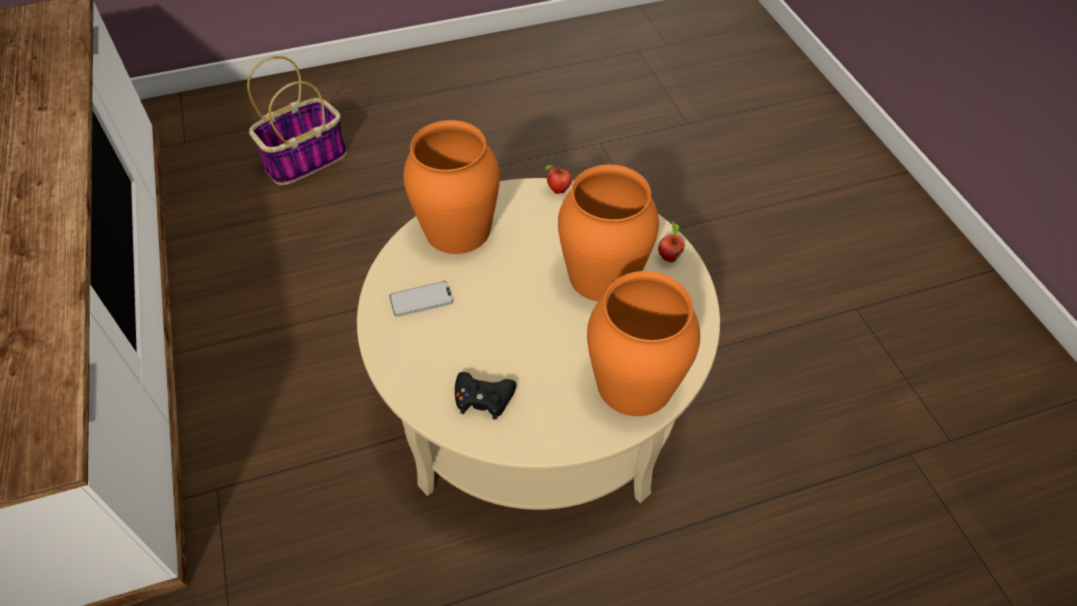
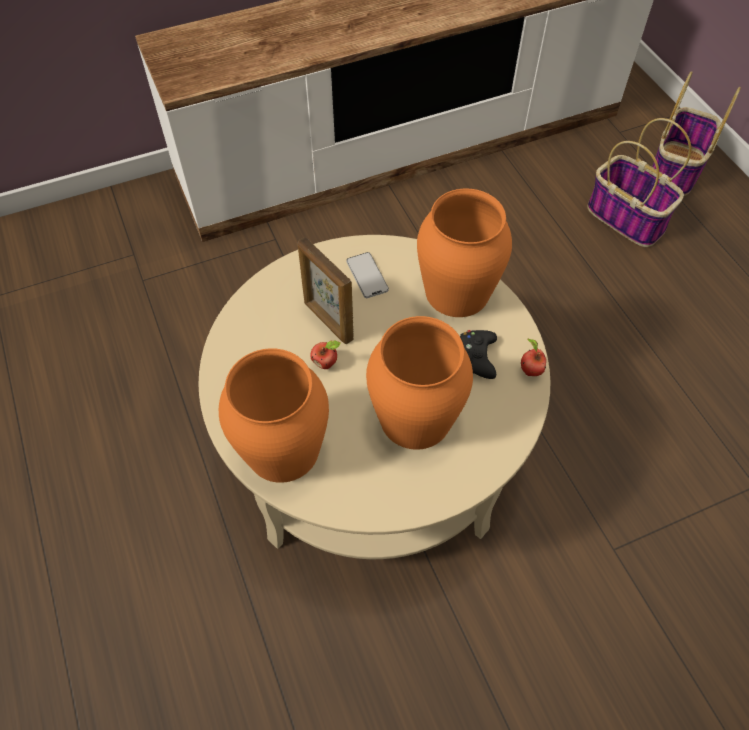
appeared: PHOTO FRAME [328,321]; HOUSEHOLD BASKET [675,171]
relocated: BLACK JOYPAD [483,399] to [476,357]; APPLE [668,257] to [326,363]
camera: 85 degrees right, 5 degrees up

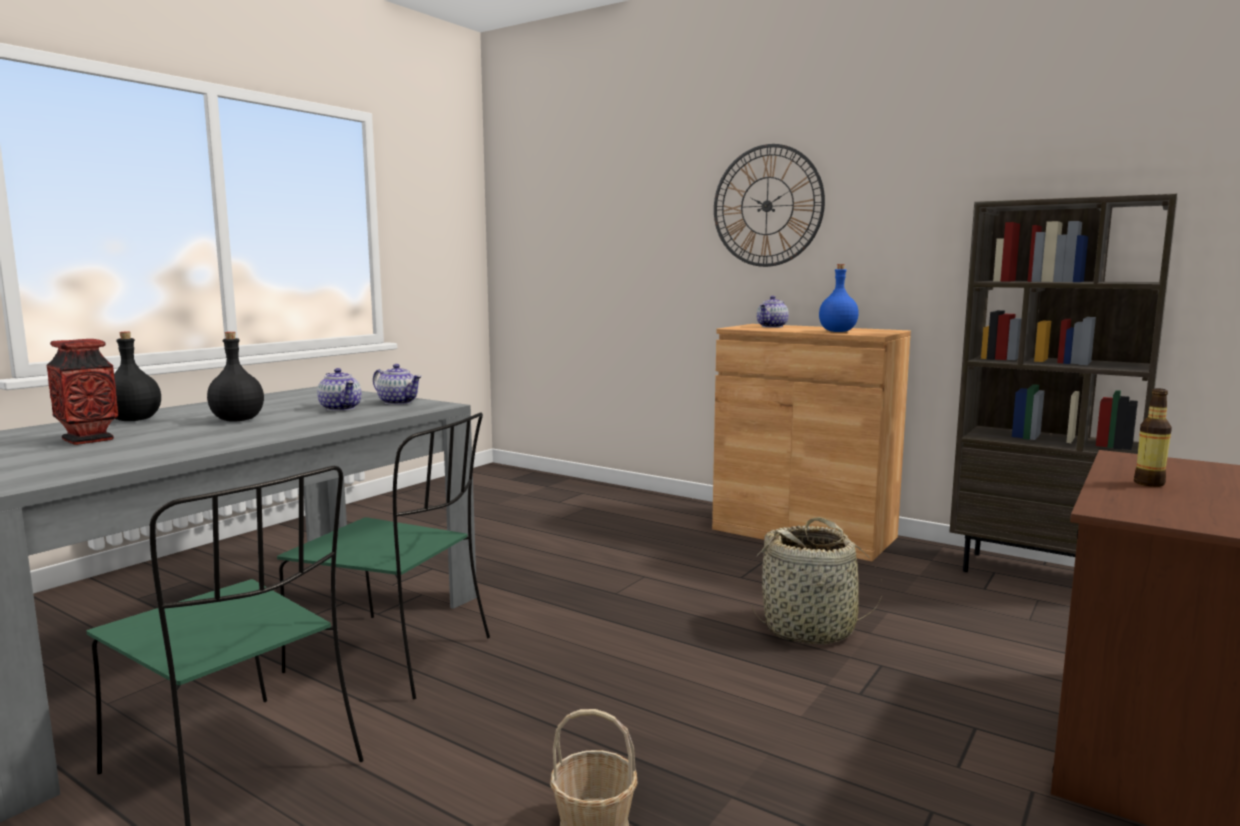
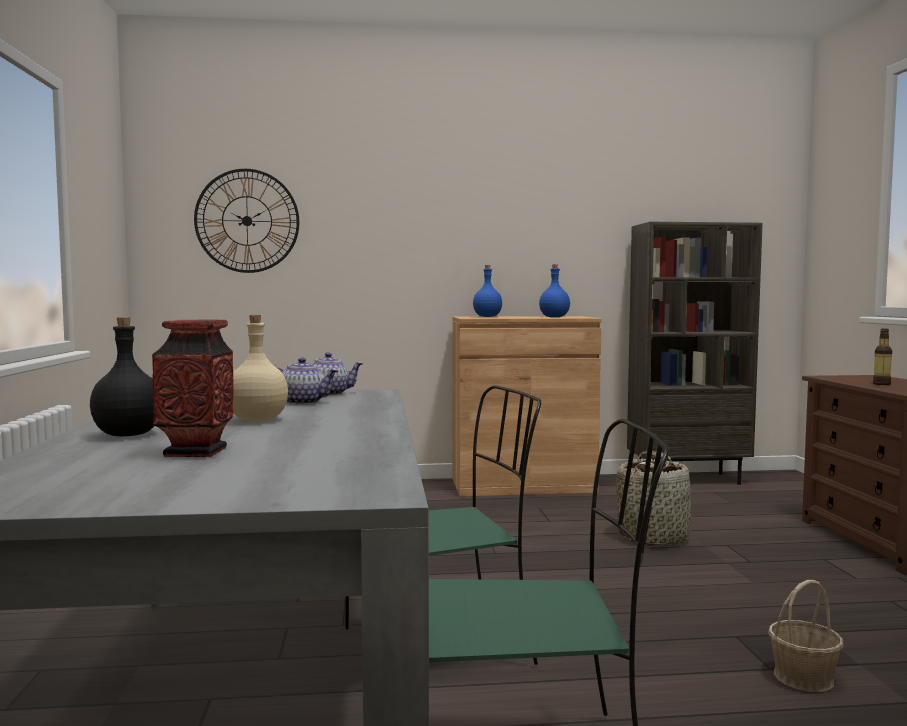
relocated: HANGING CLOCK [767,206] to [247,221]
exchanged: TEA POT [772,326] to BLUE DRINK BOTTLE [487,316]
colour: BLACK DRINK BOTTLE [237,420] to BEIGE-COLOURED DRINK BOTTLE [257,420]
camera: 40 degrees left, 5 degrees down

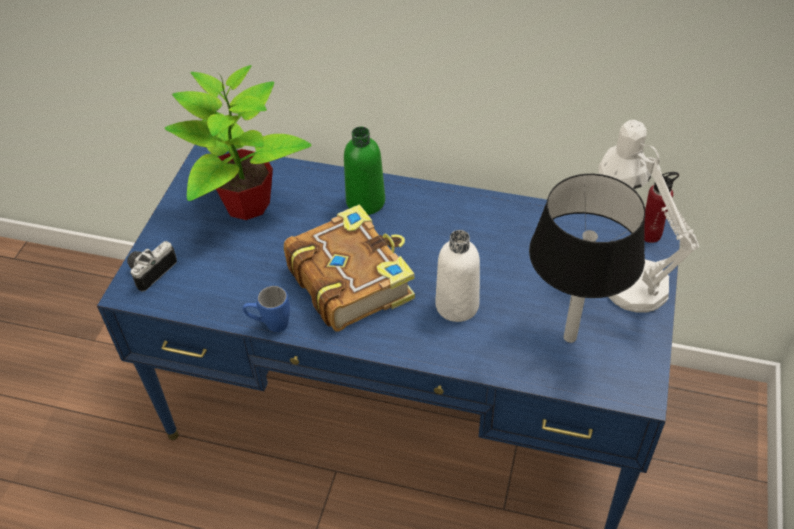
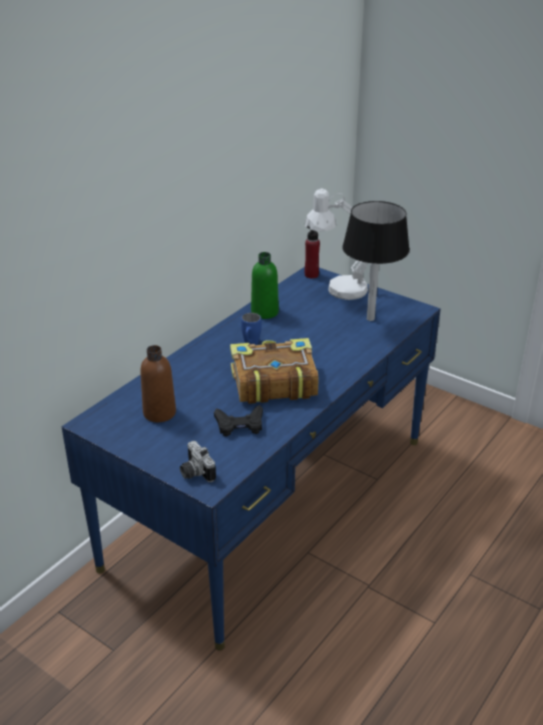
missing: WHITISH DRINK BOTTLE [457,305]
appeared: BLACK JOYPAD [239,425]
relocated: BLUE COFFEE MUG [270,325] to [250,344]; GREEN-COLOURED DRINK BOTTLE [365,202] to [264,312]
exchanged: POTTED PLANT [245,204] to BROWN-COLOURED DRINK BOTTLE [159,413]
camera: 70 degrees left, 15 degrees down

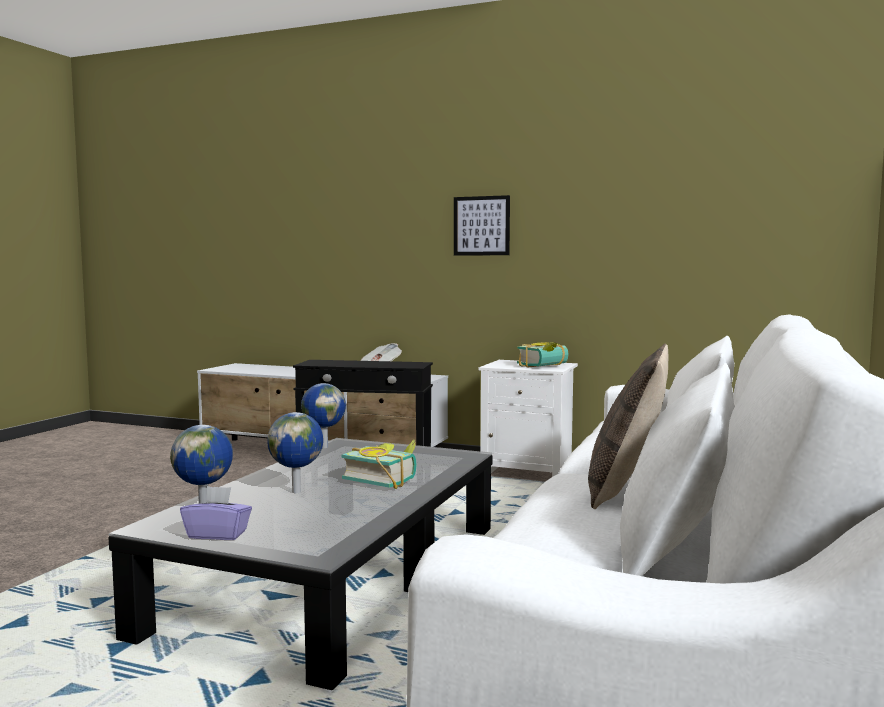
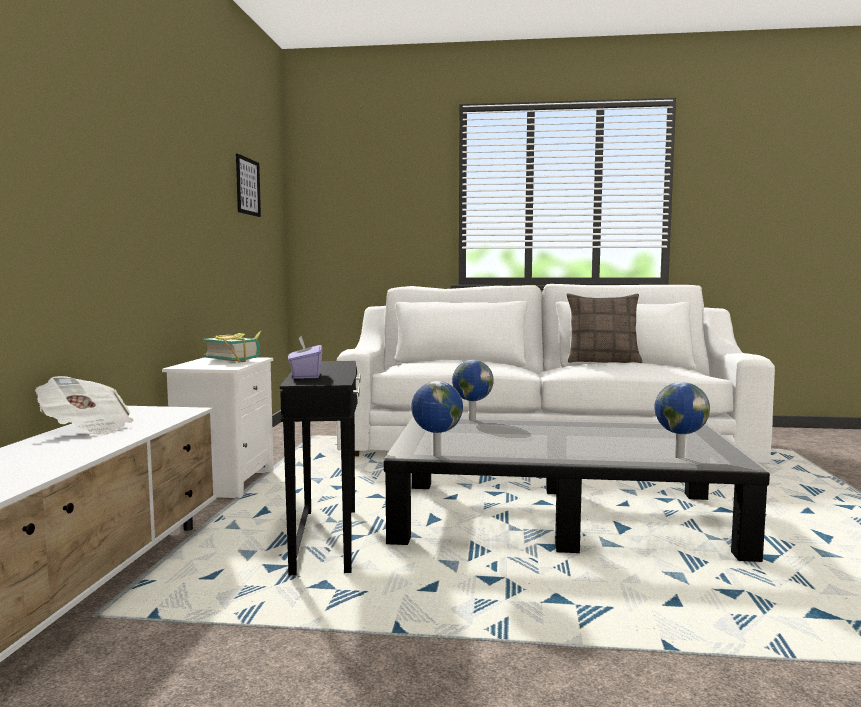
missing: VOLUME [383,480]
relocated: PURPLE TISSUE HOLDER [217,534] to [305,376]; GLOBE [297,491] to [471,419]; PICTURE [481,226] to [247,186]
camera: 105 degrees left, 0 degrees up

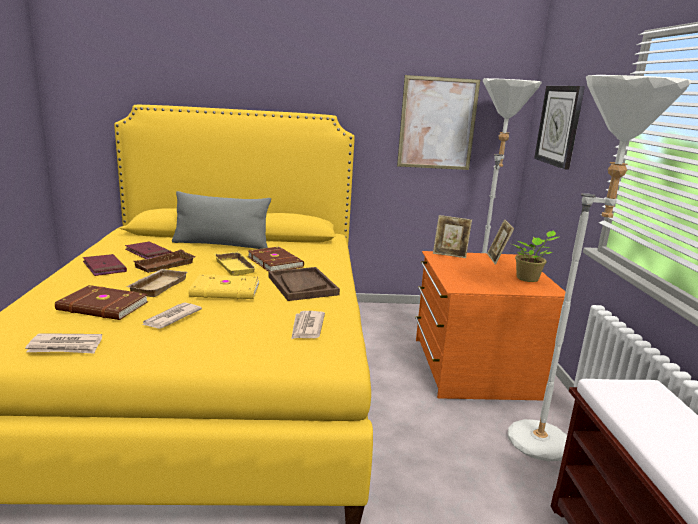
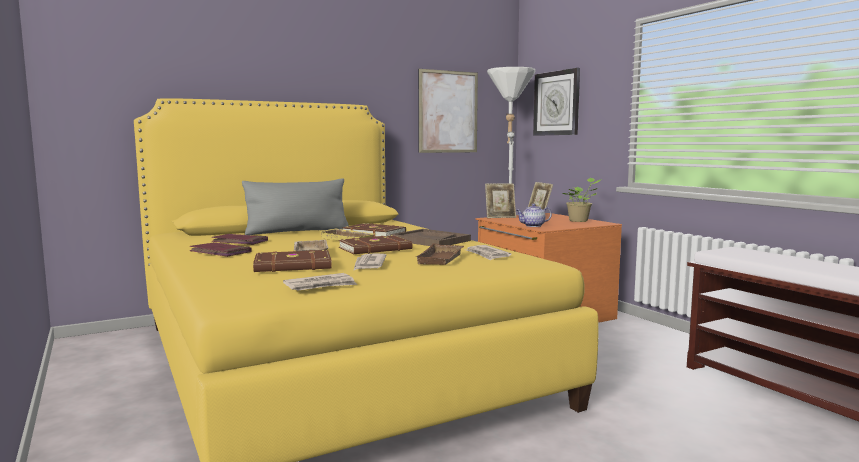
missing: WHITISH FLOOR LAMP [553,443]
appeared: TEA POT [533,226]
relocated: BROWN-COLOURED SERVING TRAY [165,266] to [442,259]
colour: YELLOWISH VOLUME [225,291] to BROWN-COLOURED VOLUME [376,249]
camera: 25 degrees left, 10 degrees down

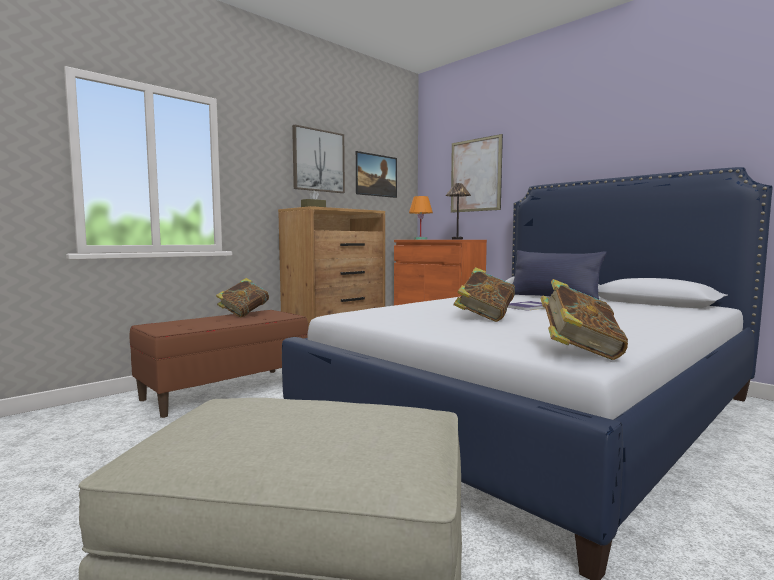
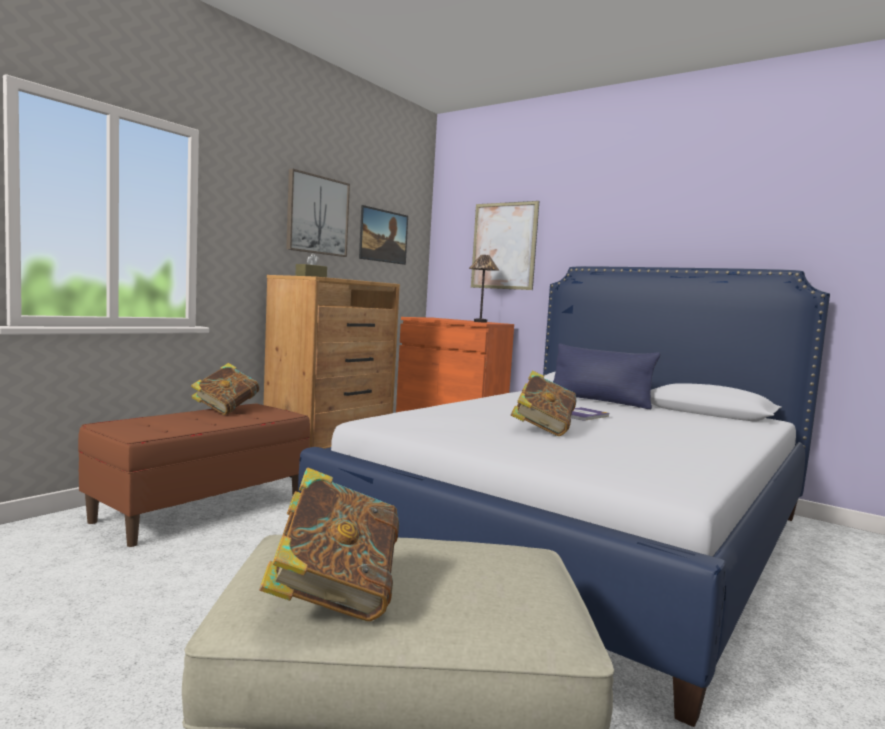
missing: ORANGE-COLOURED TABLE LAMP [420,239]
relocated: VOLUME [579,352] to [333,596]
camera: 10 degrees left, 0 degrees up

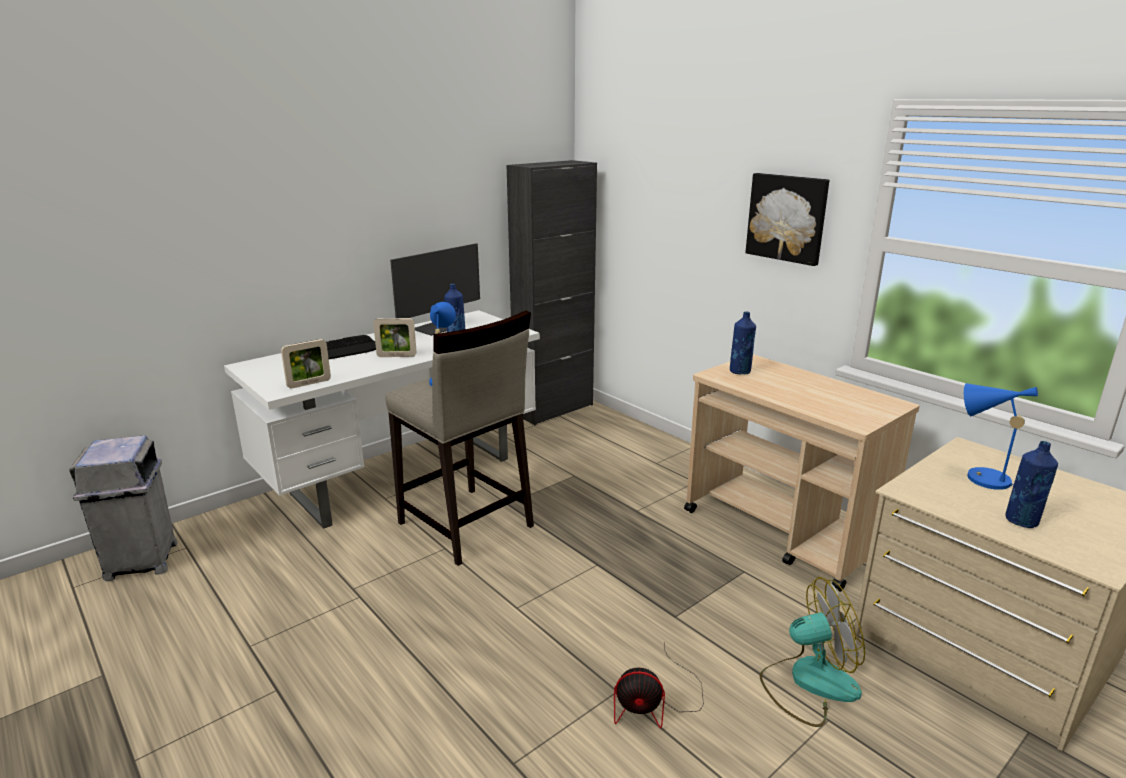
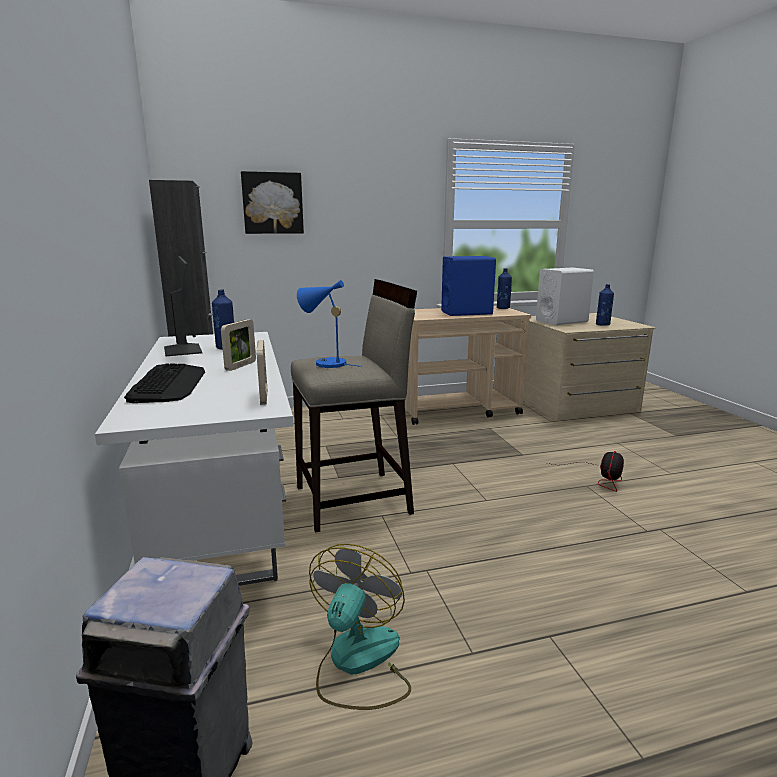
appeared: BLUE SPEAKER [466,313]
relocated: BLUE DRINK BOTTLE [740,372] to [503,308]; PICTURE [787,218] to [272,203]; ELECTRIC FAN [809,683] to [358,663]
exchanged: BLUE TABLE LAMP [981,478] to WHITISH SPEAKER [561,321]
camera: 65 degrees left, 5 degrees down

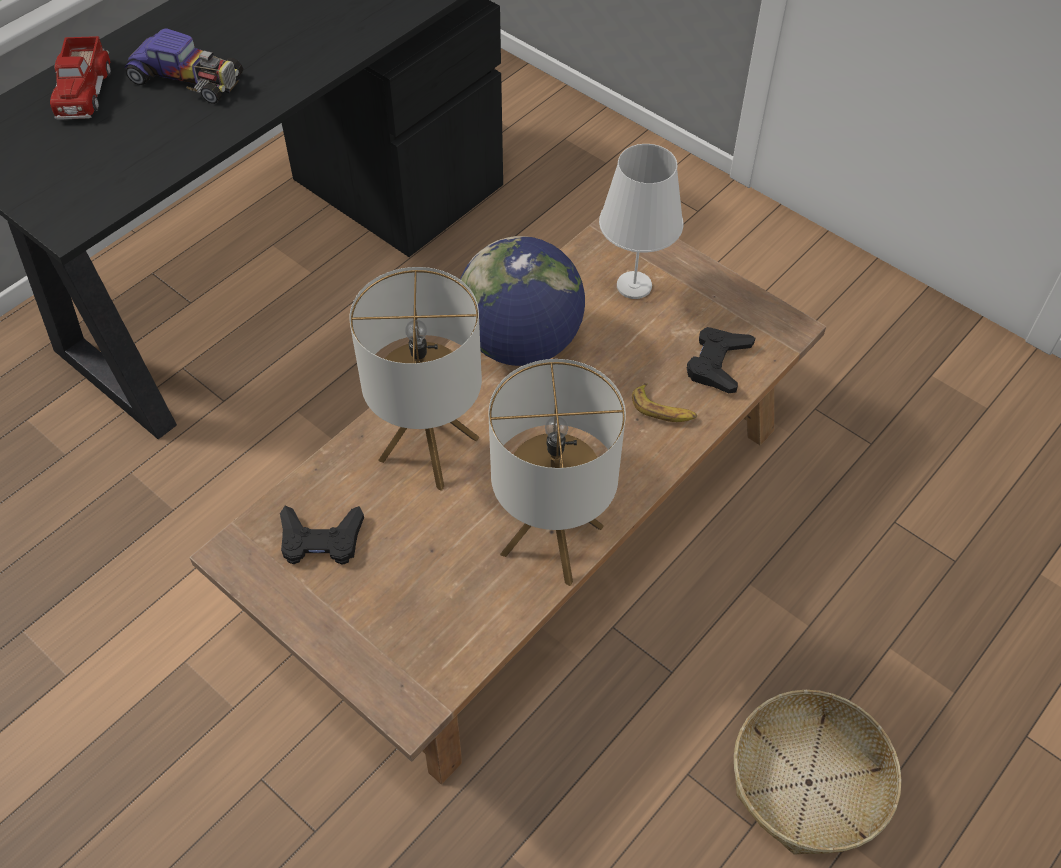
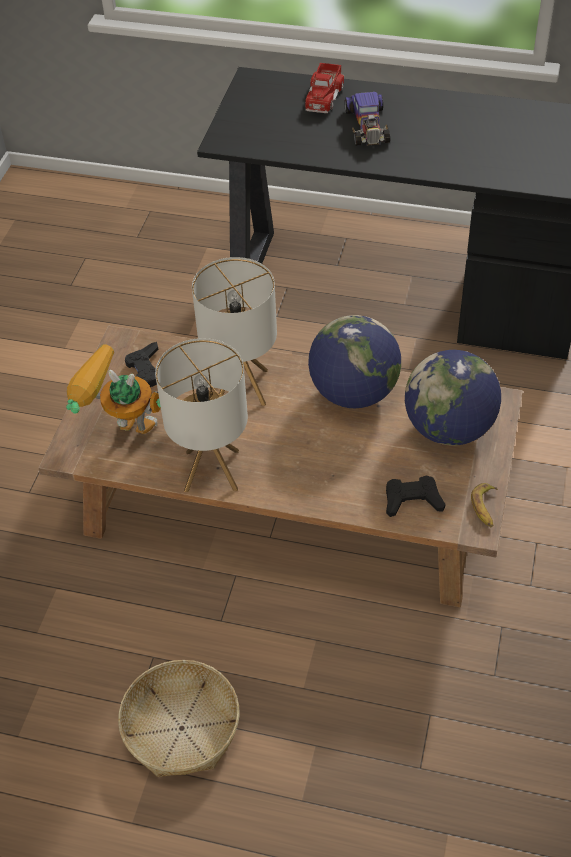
appeared: TOY ROBOT [120,430]
relocated: WHOLE BANANA [663,410] to [485,508]
exchanged: WHITISH TABLE LAMP [633,285] to GLOBE [449,429]
spun: MODEL TRUCK [82,90] = [323,96] 45 degrees counterclockwise
camera: 65 degrees right, 5 degrees down

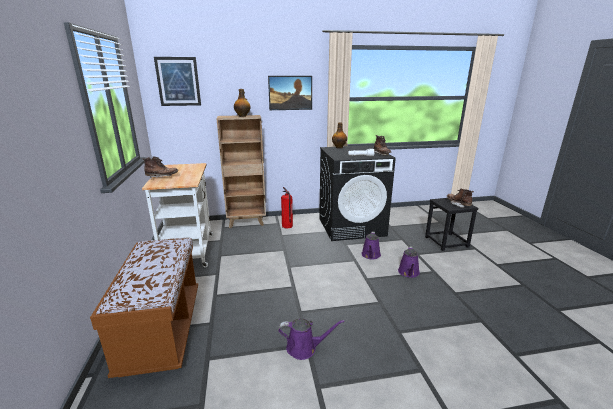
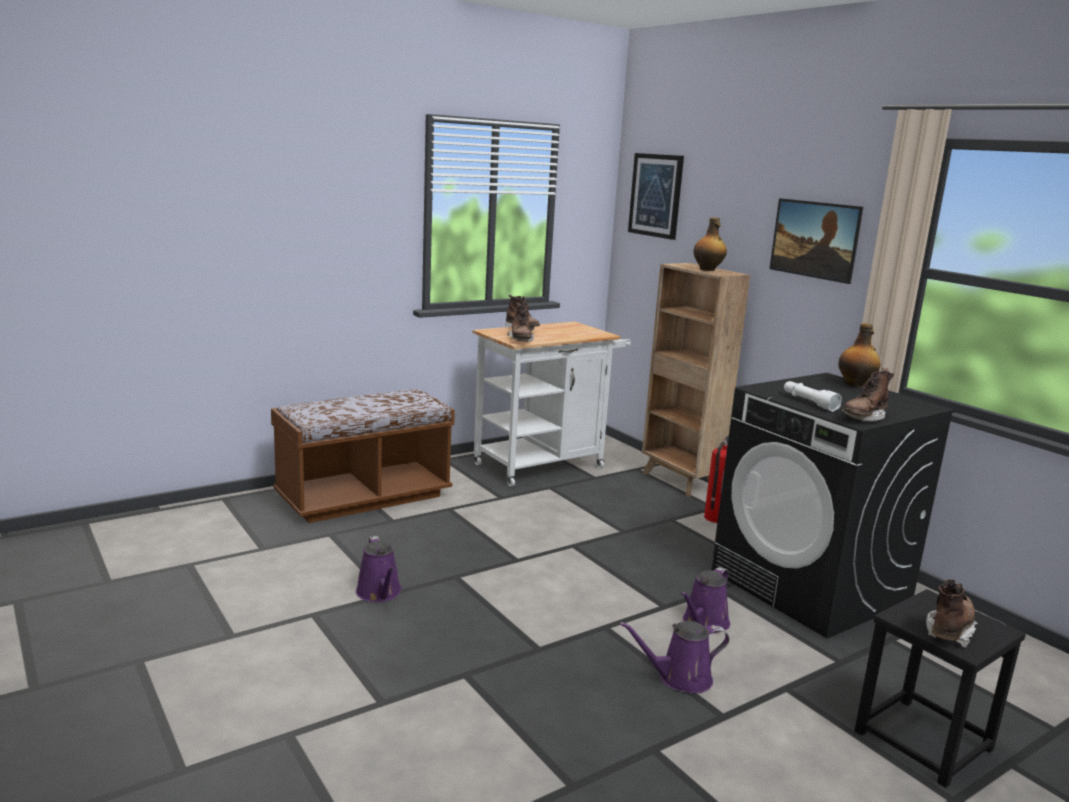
appeared: BROWN-COLOURED HIGH-TOP BOOT [520,340]
spun: PURPLE WATERING CAN [370,255] = [703,623] 45 degrees counterclockwise
camera: 65 degrees right, 5 degrees down

